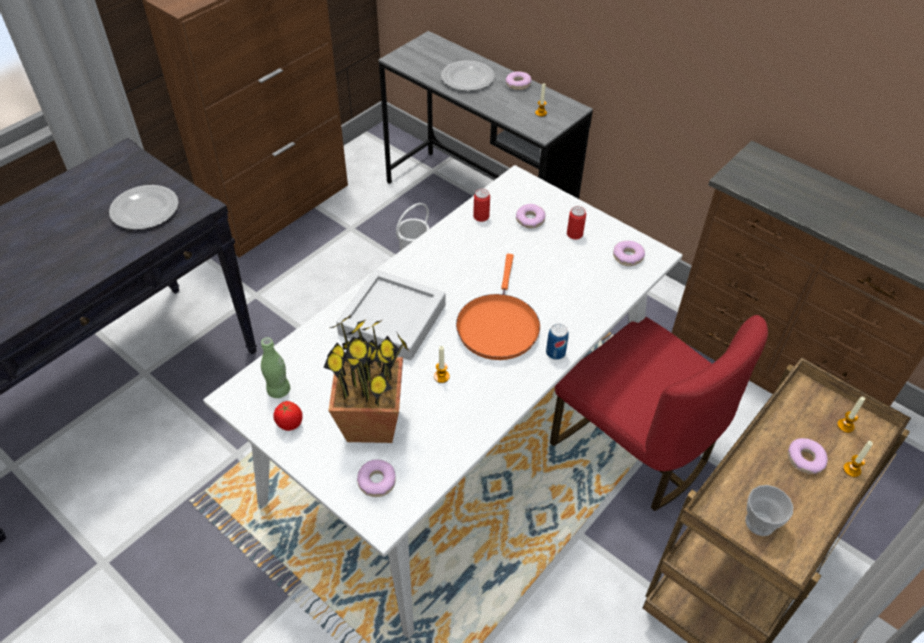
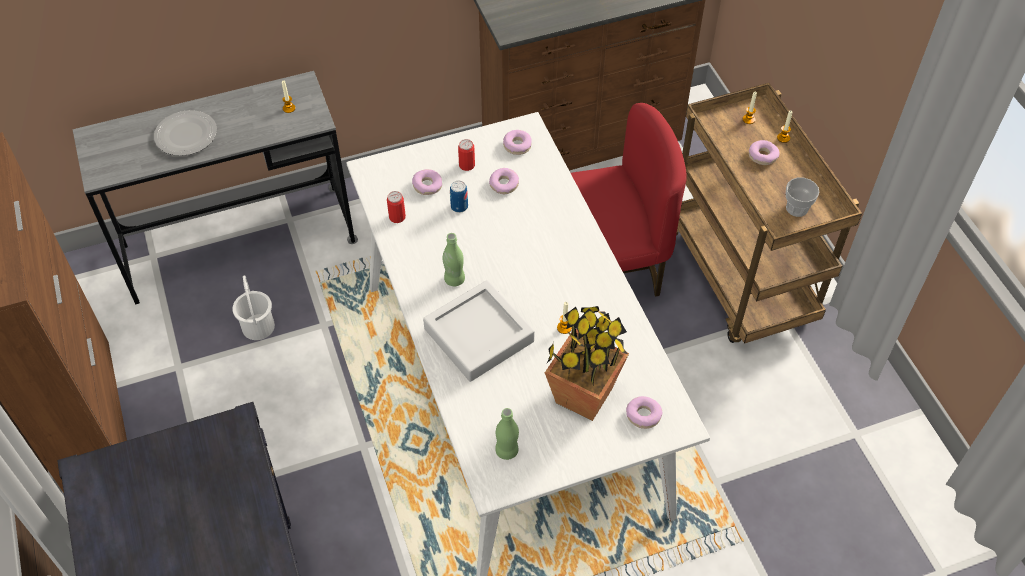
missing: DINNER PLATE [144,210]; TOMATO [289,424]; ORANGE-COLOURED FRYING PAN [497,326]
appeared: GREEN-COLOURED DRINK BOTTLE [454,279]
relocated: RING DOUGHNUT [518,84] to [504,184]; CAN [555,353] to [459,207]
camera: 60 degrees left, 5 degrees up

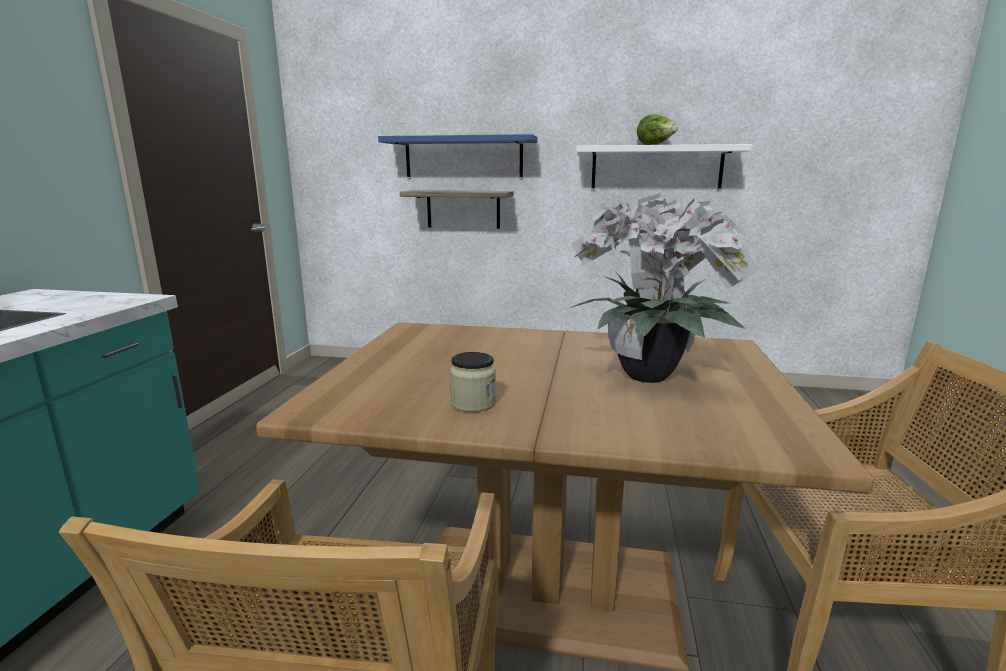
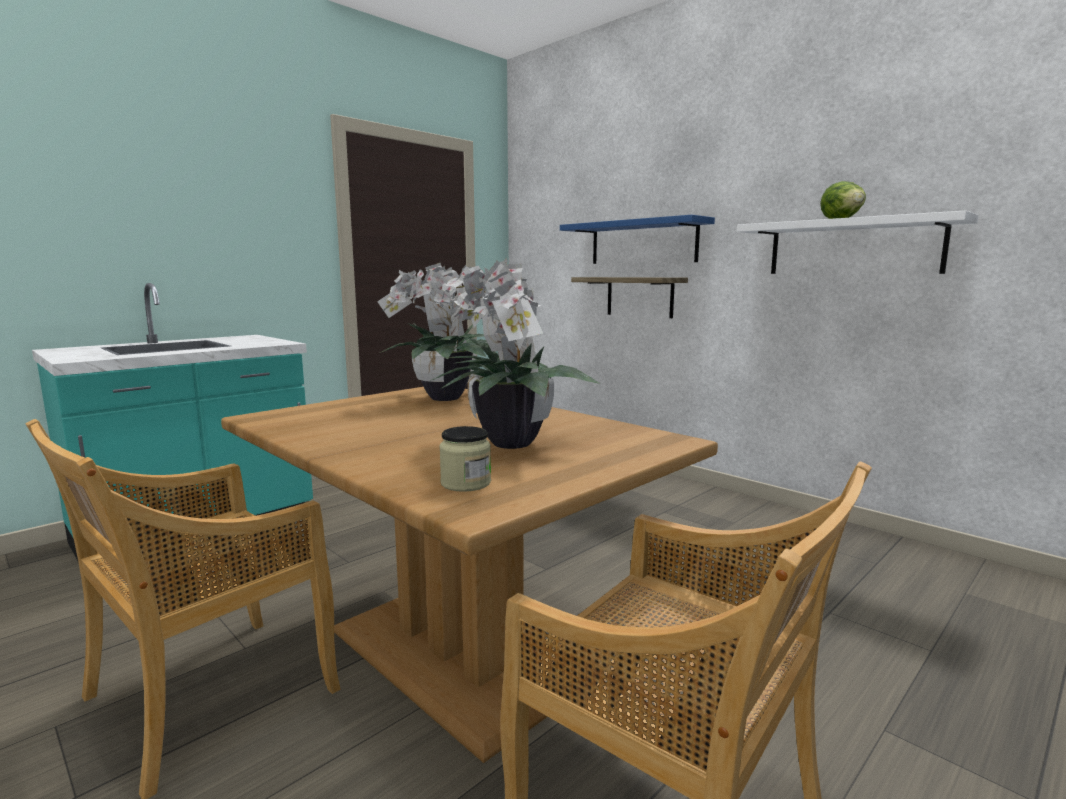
appeared: POTTED PLANT [449,398]
relocated: STORAGE JAR [473,403] to [465,483]
camera: 35 degrees right, 5 degrees down

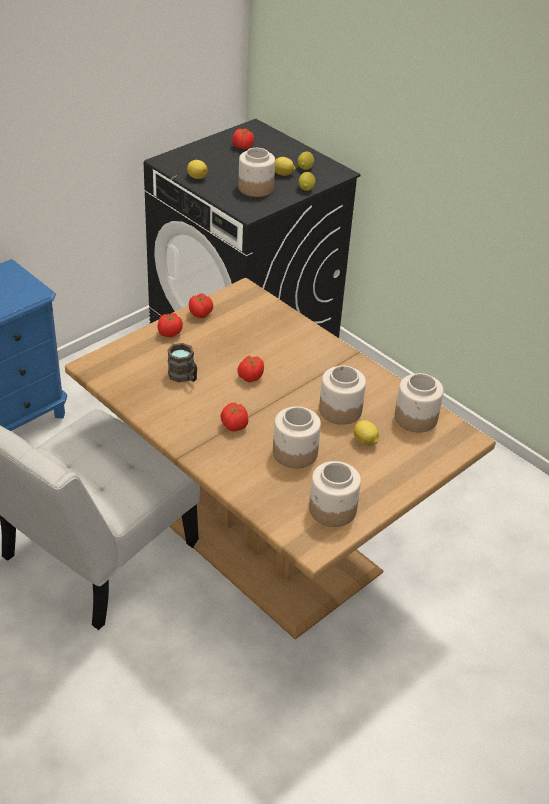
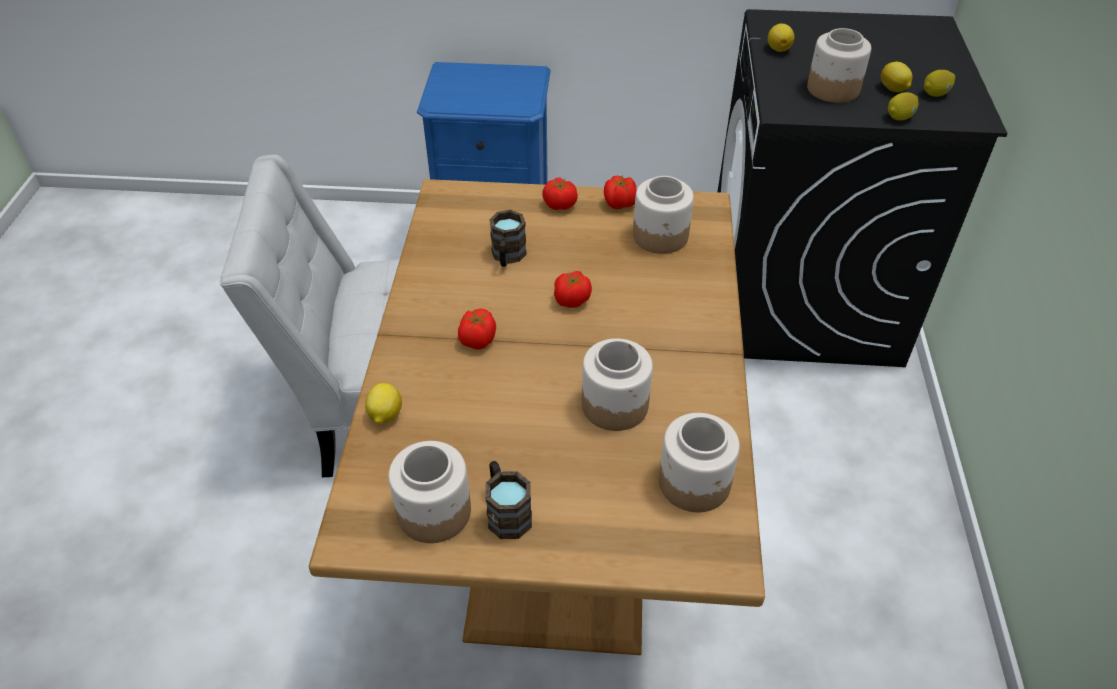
missing: TOMATO [243,147]
appeared: BROWN-COLOURED COFFEE MUG [506,512]
relocated: STORAGE JAR [295,453] to [661,236]; LEMON [365,442] to [385,415]
camera: 50 degrees right, 5 degrees up

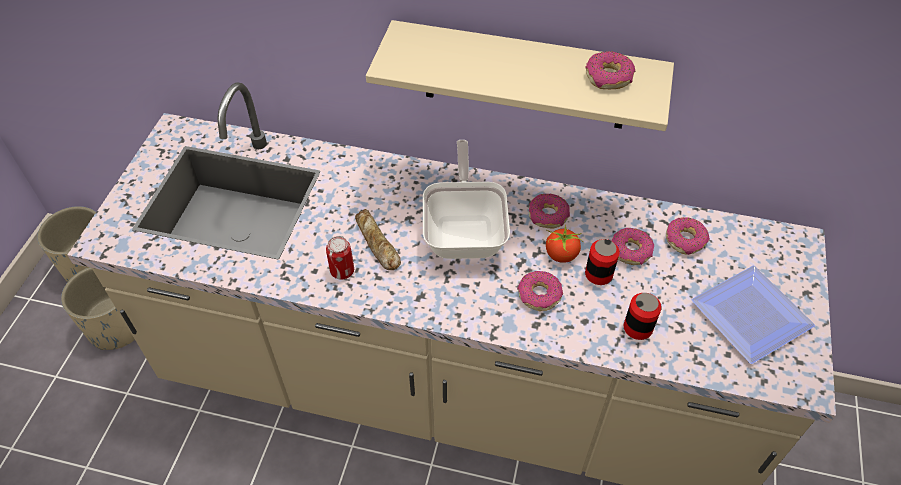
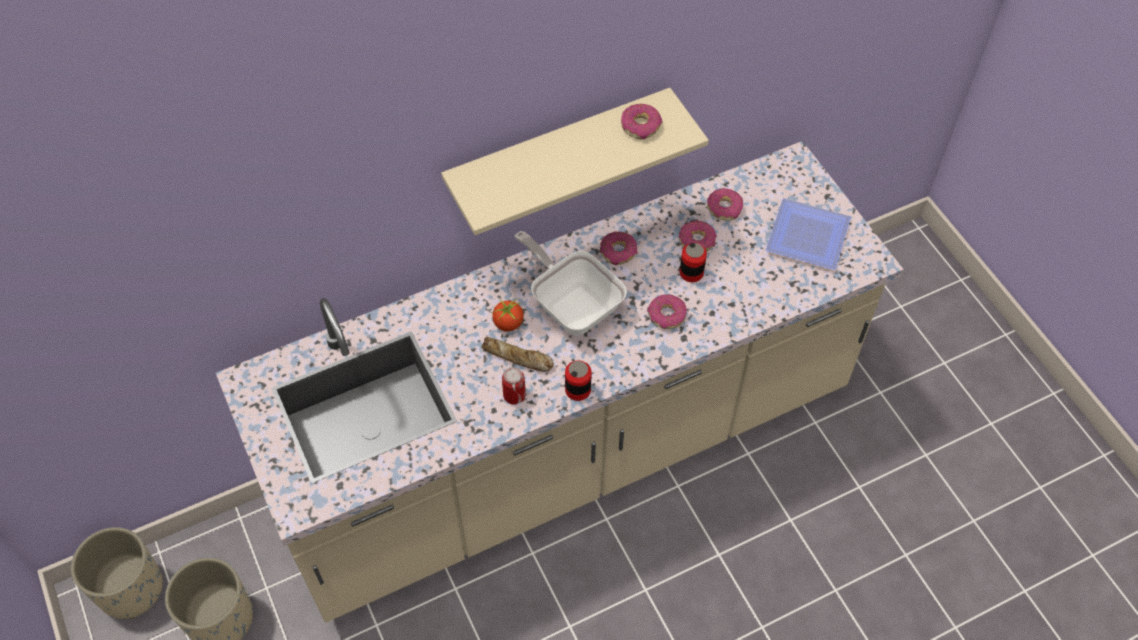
relocated: TOMATO [561,255] to [508,324]; CAN [638,328] to [578,390]
camera: 40 degrees left, 5 degrees up

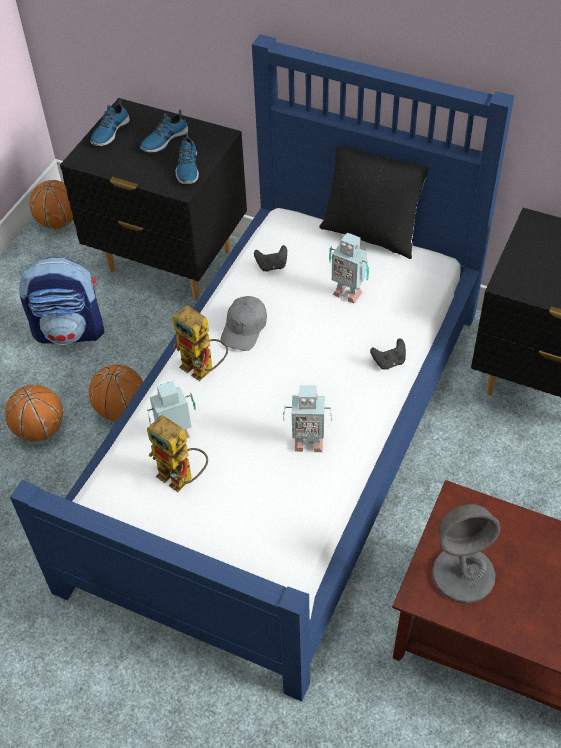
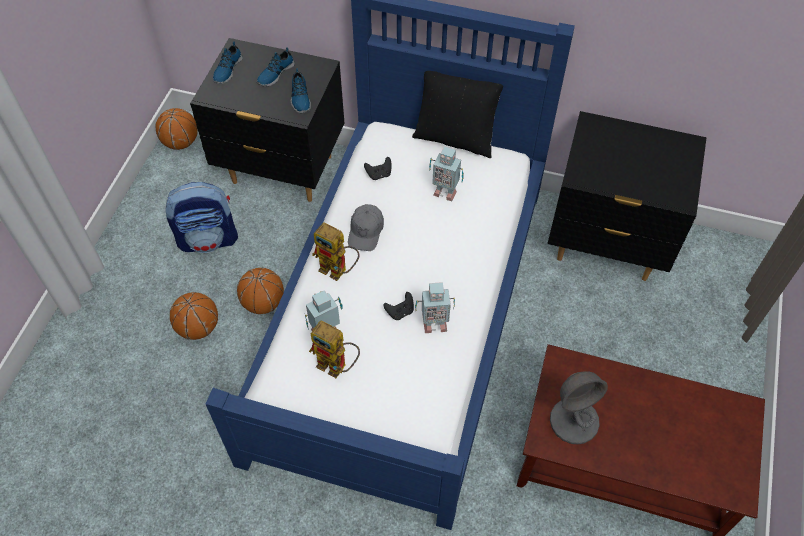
relocated: BLACK JOYPAD [389,362] to [400,312]
camera: 10 degrees left, 5 degrees up

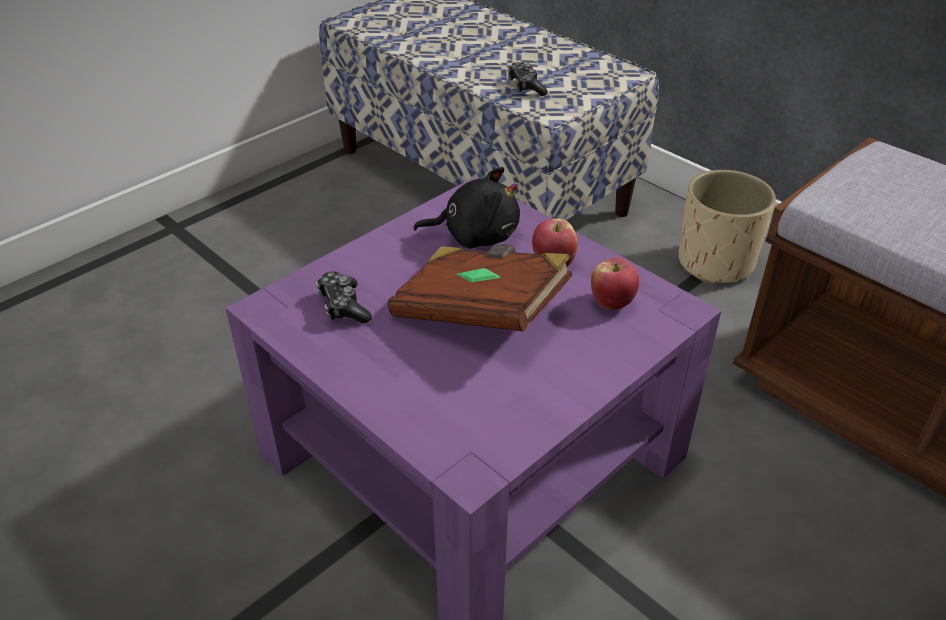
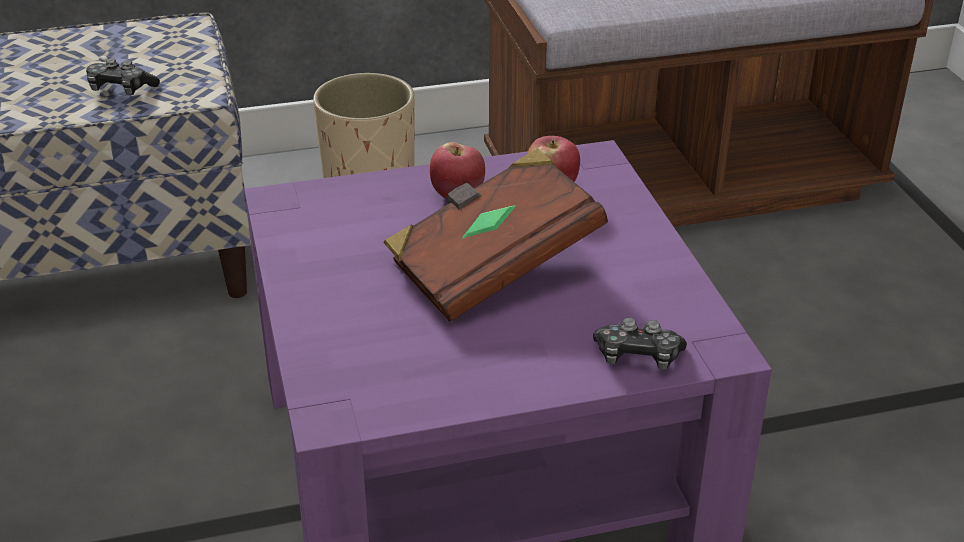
missing: BLACK PLUSH TOY [475,235]
relocated: JOYPAD [343,306] to [637,356]
camera: 60 degrees left, 5 degrees down

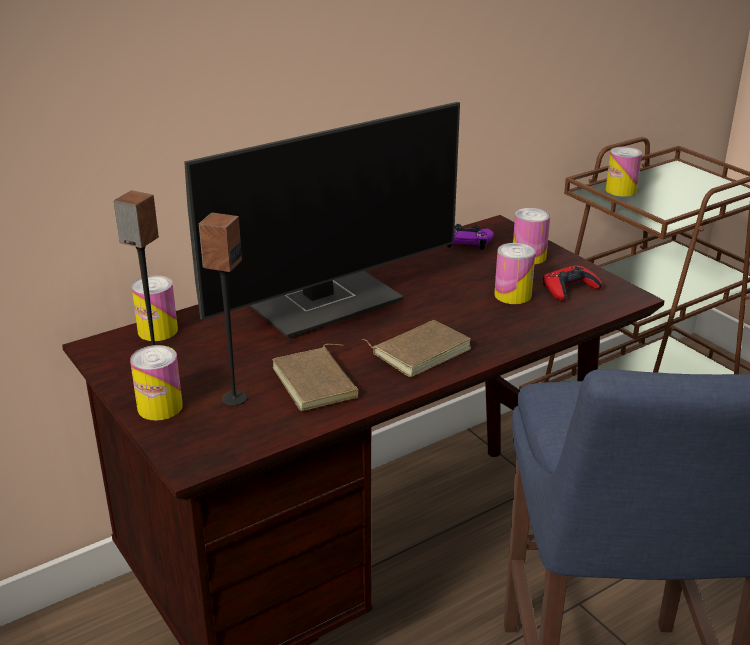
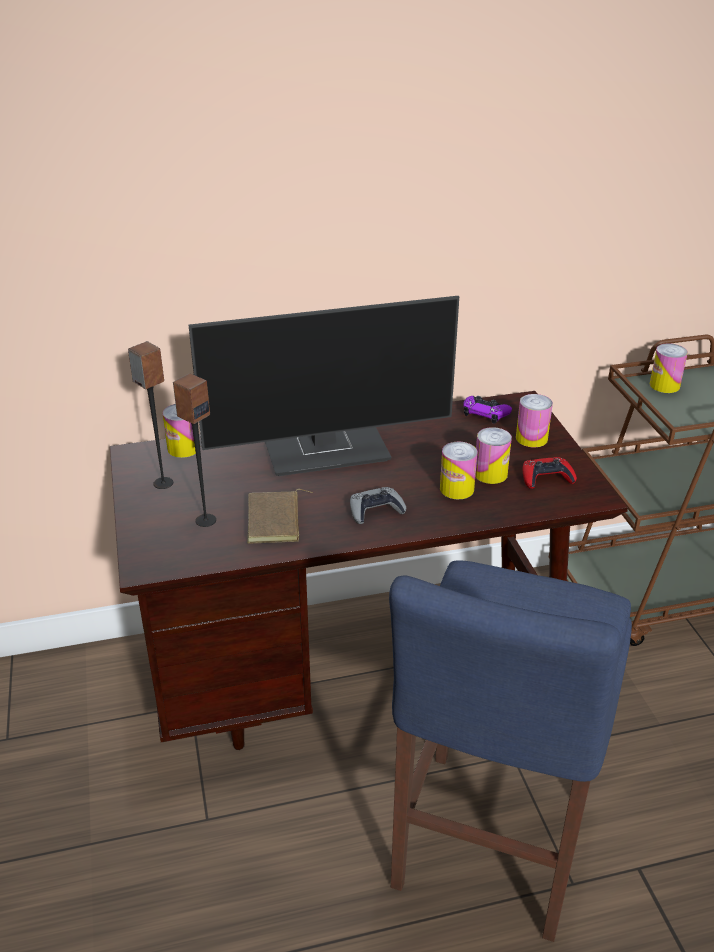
relocated: CAN [160,407] to [457,489]
exchanged: BROWN-COLOURED VOLUME [420,351] to GREY JOYPAD [375,510]
camera: 20 degrees right, 5 degrees up

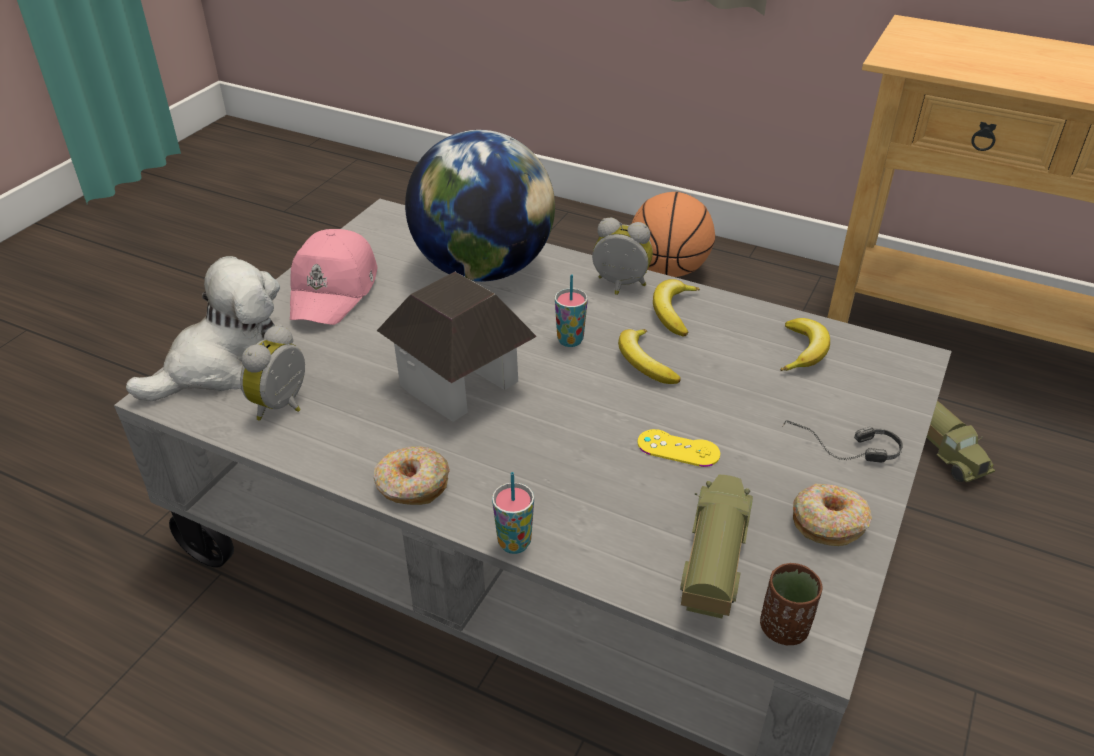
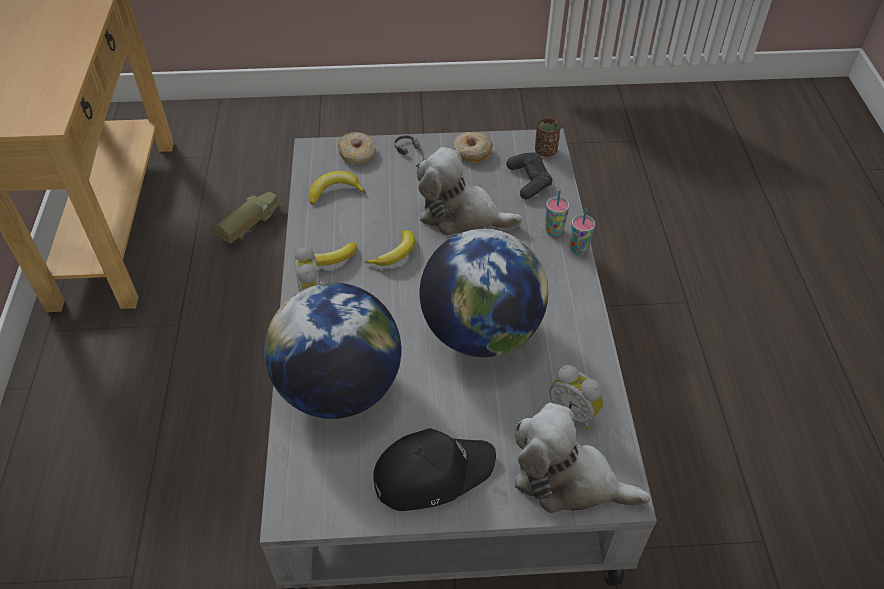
missing: BASKETBALL BALL [668,270]
relocated: RING DOUGHNUT [412,485] to [357,154]; SMALL CUP [570,340] to [554,230]
exchanged: MODEL HOUSE [459,383] to GLOBE [481,332]; YELLOWISH JOYPAD [678,448] to PLUSH TOY [461,215]; MODEL TRUCK [712,562] to BLACK JOYPAD [529,181]
colour: PINK PEAKED CAP [335,290] to BLACK PEAKED CAP [431,473]
spun: ALARM CLOCK [284,406] = [574,412] 45 degrees clockwise
camera: 120 degrees left, 10 degrees up

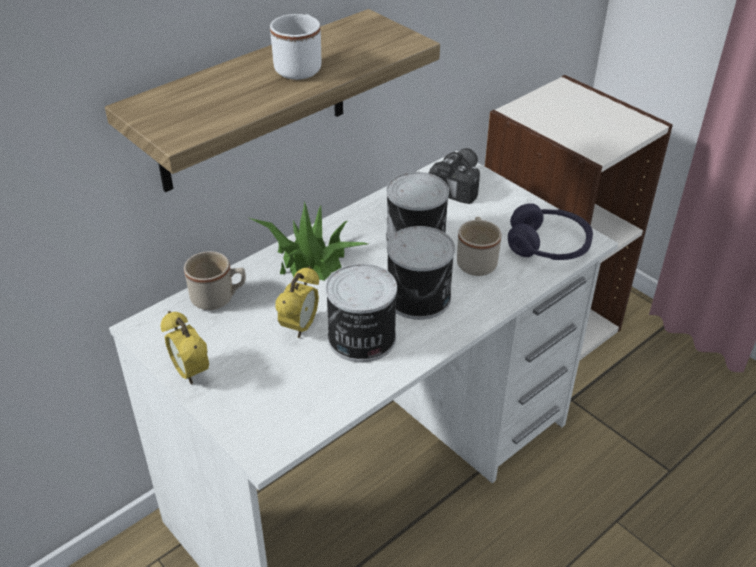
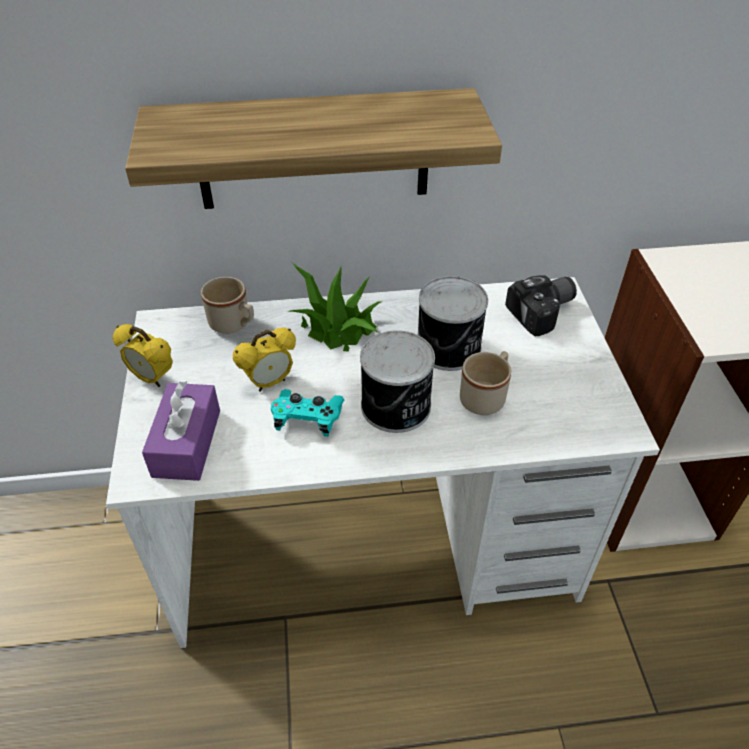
missing: WHITISH COFFEE MUG [300,66]; PURPLE PAIR OF HEADPHONES [548,246]
appeared: PURPLE TISSUE HOLDER [187,443]
exchanged: CAN [361,339] to TURQUOISE-COLOURED JOYPAD [308,419]
spun: ALARM CLOCK [190,373] = [152,378] 60 degrees counterclockwise
camera: 35 degrees right, 5 degrees up

